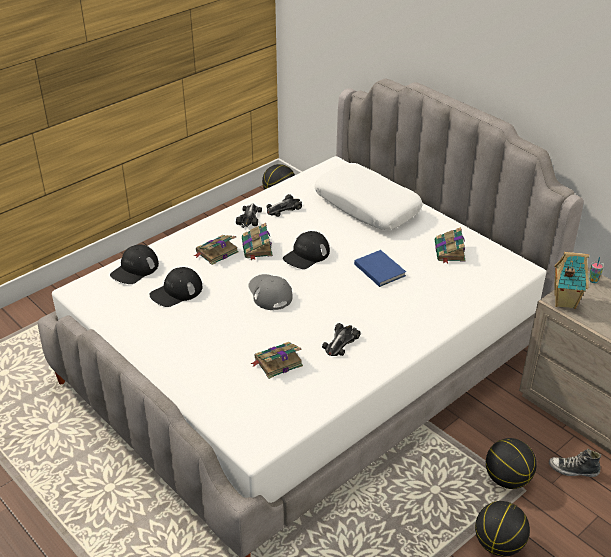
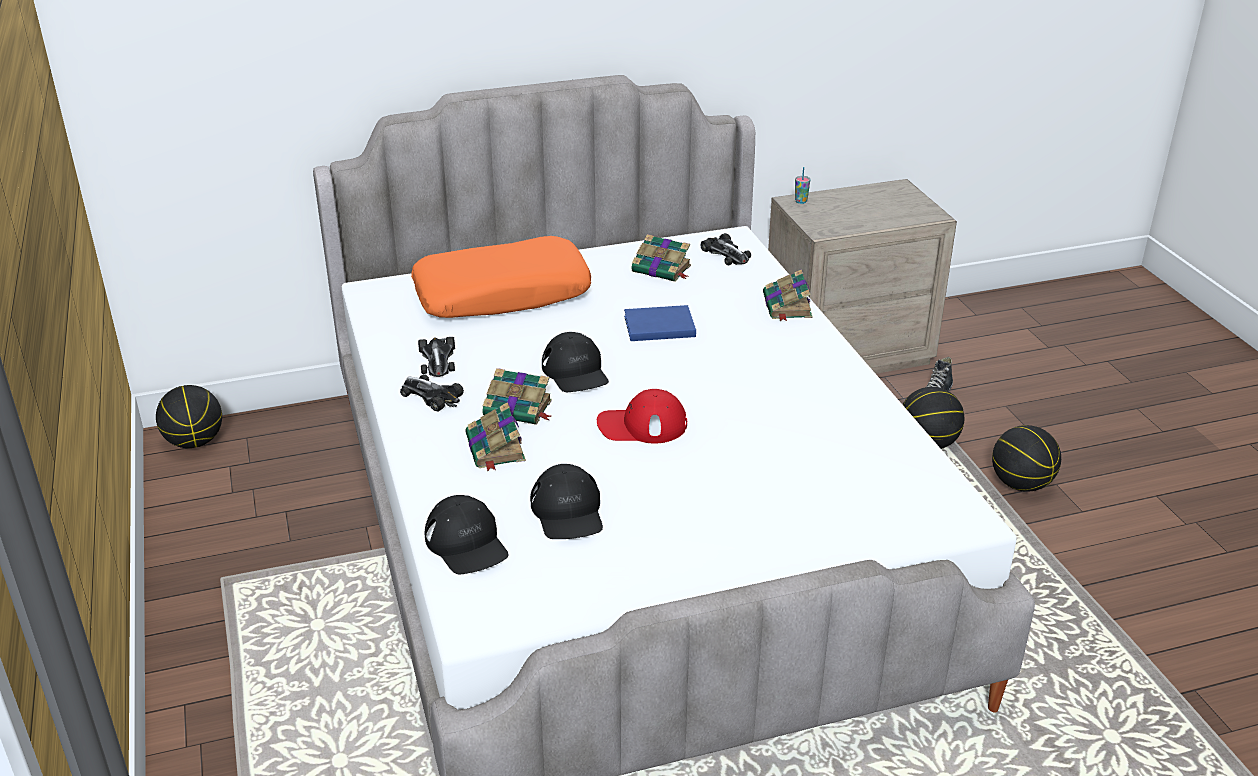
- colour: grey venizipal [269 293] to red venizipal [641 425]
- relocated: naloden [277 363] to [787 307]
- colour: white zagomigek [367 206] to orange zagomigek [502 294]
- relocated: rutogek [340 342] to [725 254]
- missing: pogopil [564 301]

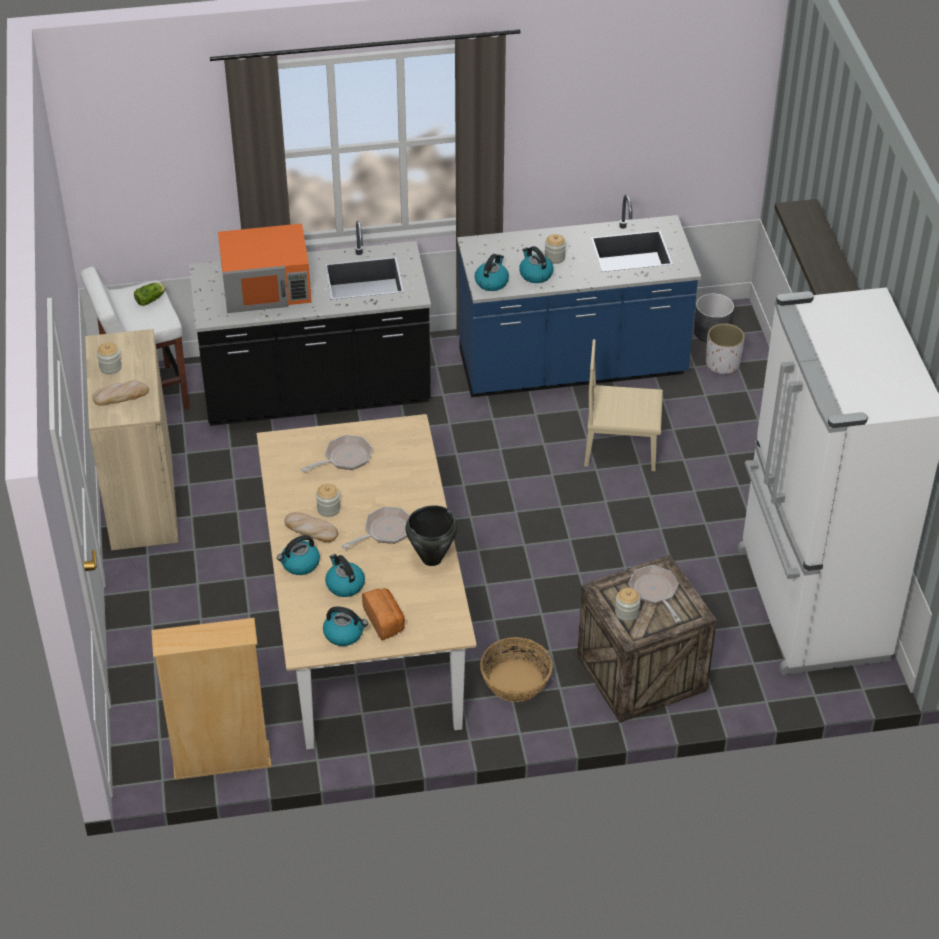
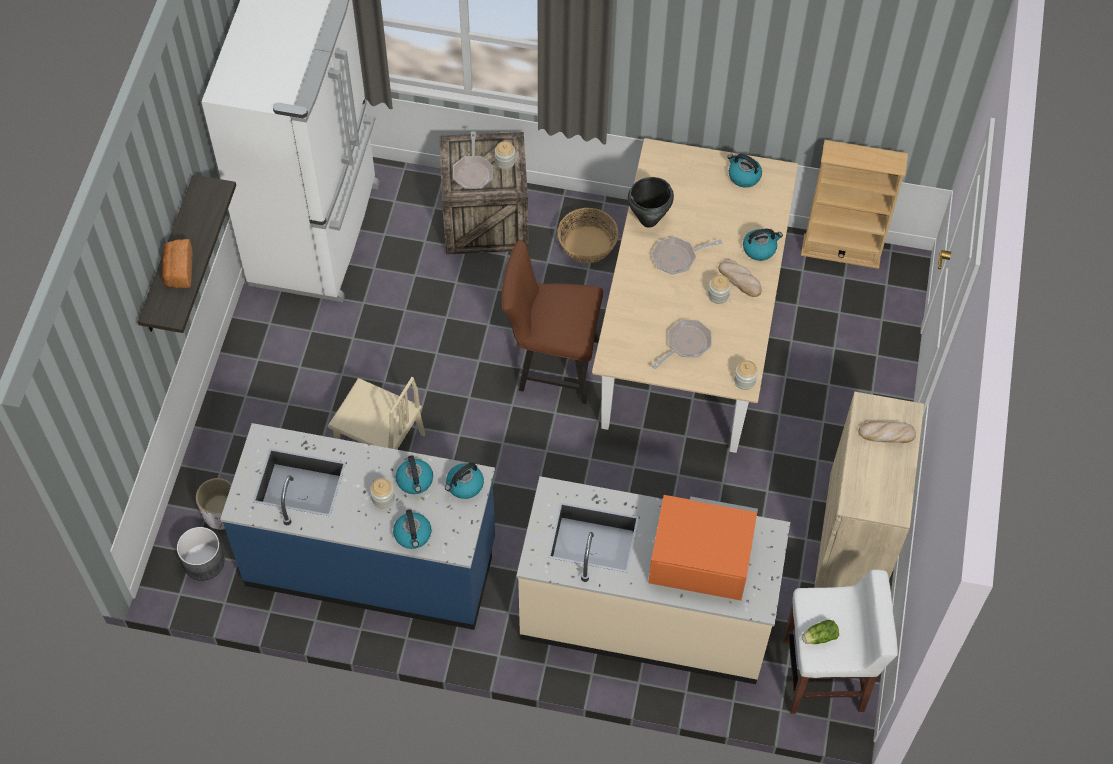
- relocated: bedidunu [110 367] to [744 381]
- colour: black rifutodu [316 394] to beige rifutodu [646 614]
- spun: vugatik [344 458] = [686 344] 150 degrees clockwise
- relocated: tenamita [344 585] to [413 535]
- relocated: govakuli [385 621] to [179 271]
- appeared: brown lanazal [551 365]

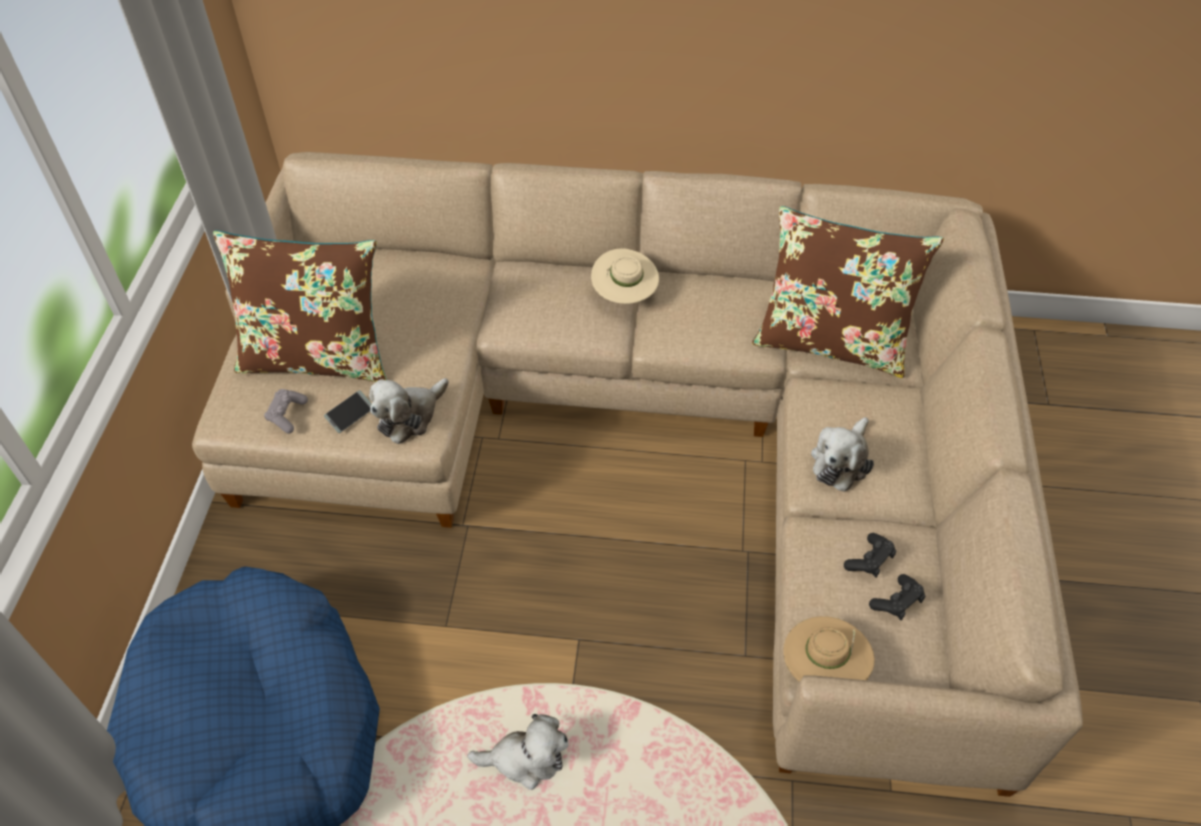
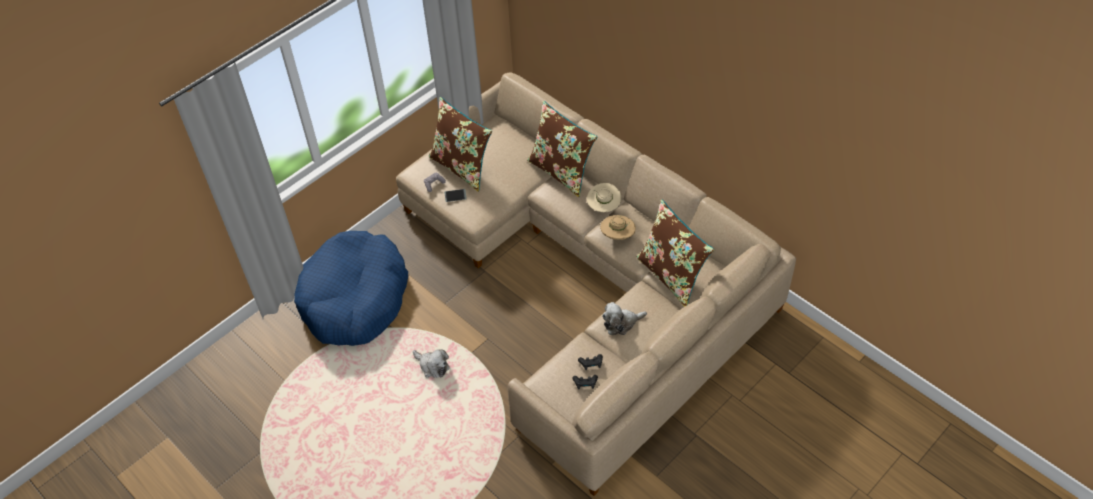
- missing: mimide [410 416]
- relocated: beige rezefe [823 669] to [617 236]
- appeared: brown zagomigek [561 172]

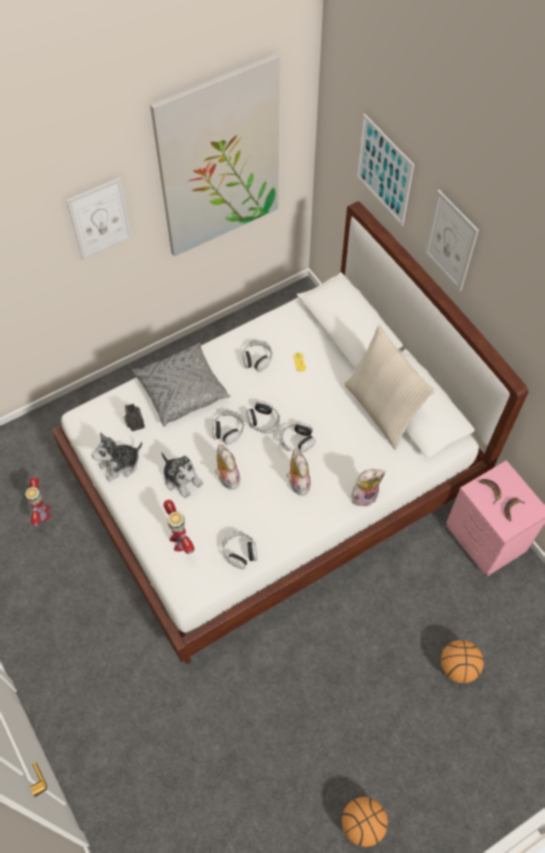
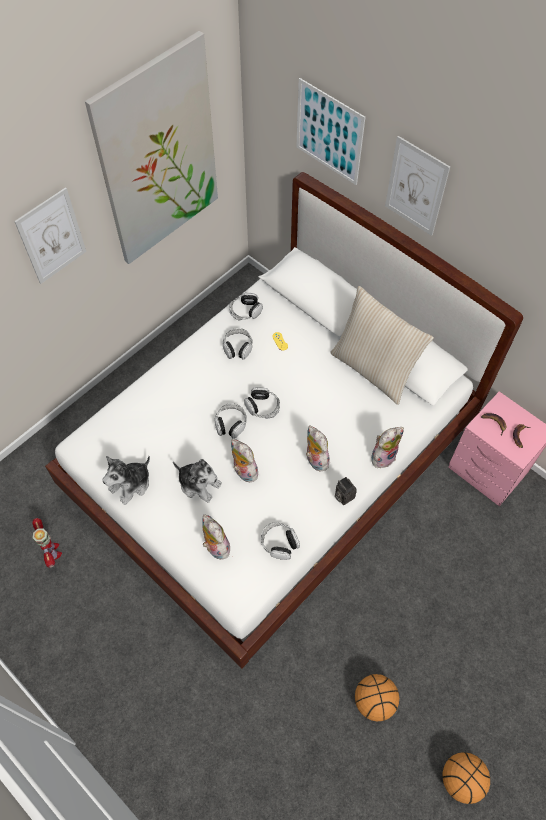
- relocated: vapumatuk [135 423] to [343 496]
- missing: grey zagomigek [182 391]
- exchanged: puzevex [179 541] to mimide [215 547]
- relocated: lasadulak [296 441] to [245 311]
- relocated: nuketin [457 667] to [374 701]

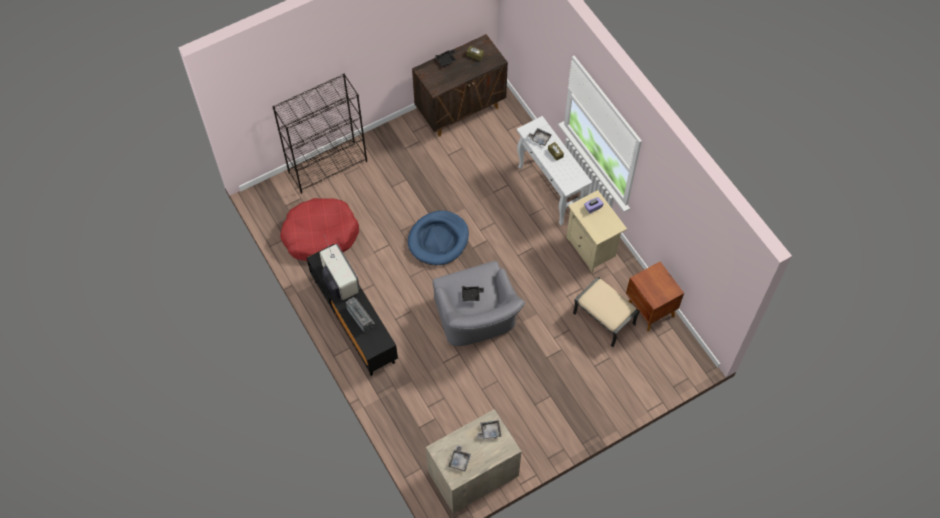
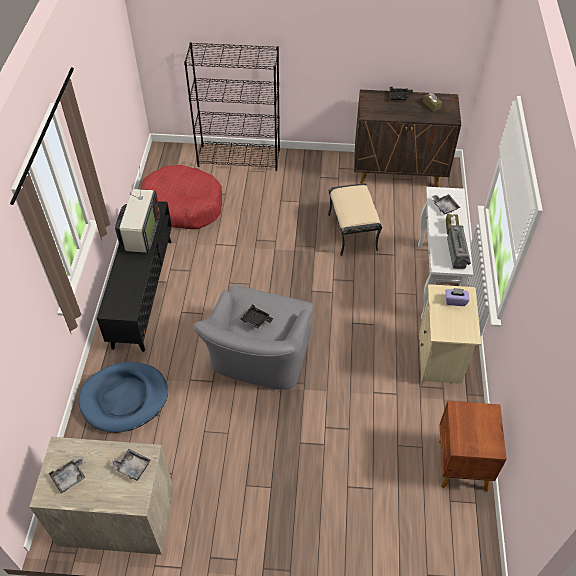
- relocated: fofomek [361 317] to [458 253]
- relocated: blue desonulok [438 239] to [124 399]
- relocated: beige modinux [604 319] to [353 232]

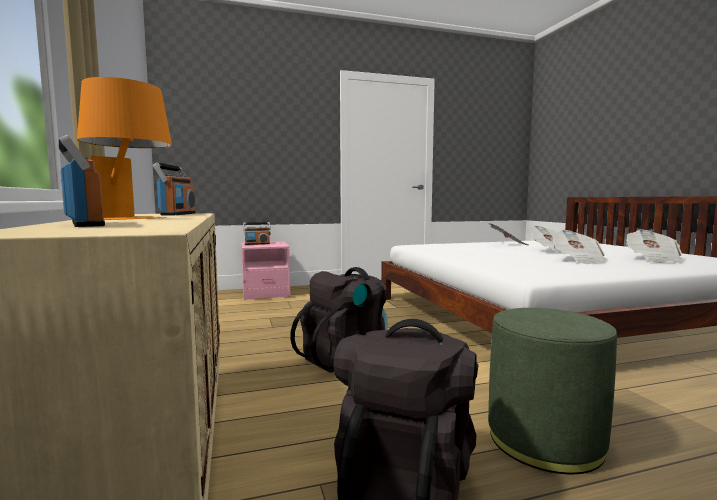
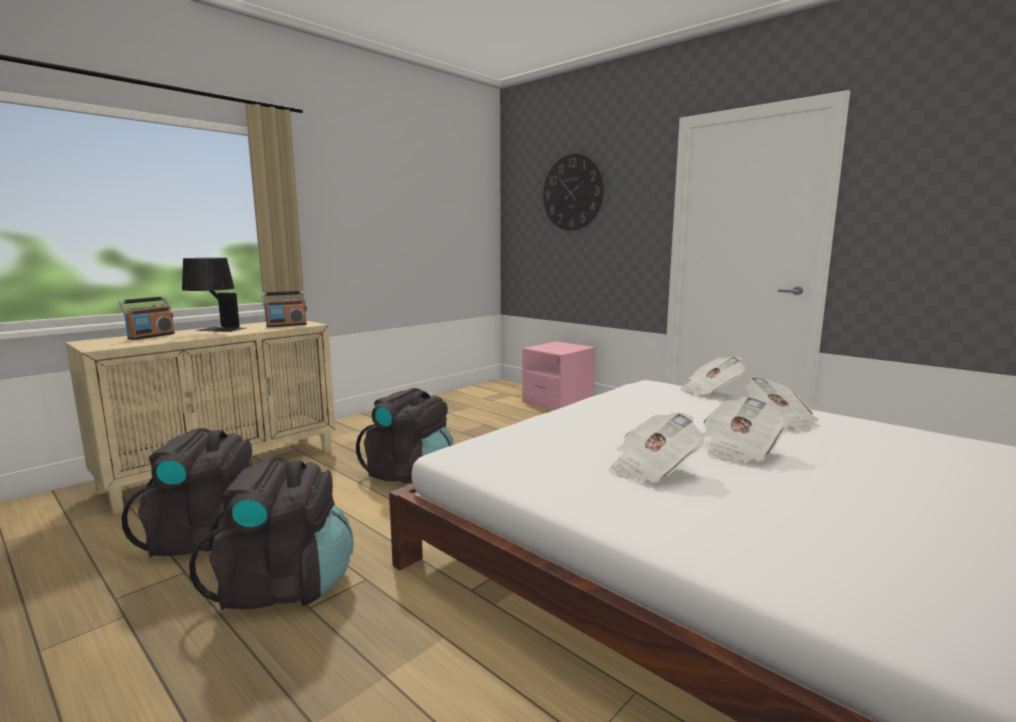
- colour: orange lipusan [130 218] to black lipusan [215 330]
- missing: fofomek [257 244]
- exchanged: green modinux [544 440] to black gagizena [284 586]
- relocated: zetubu [652 259] to [710 391]
- appeared: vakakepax [572 192]

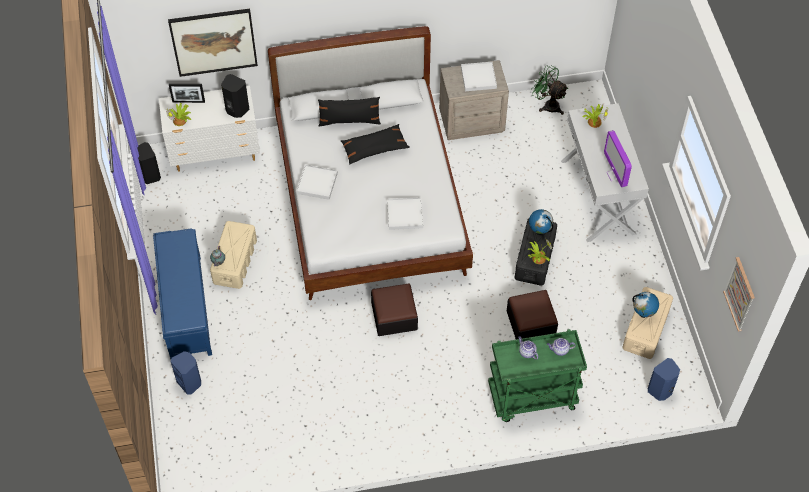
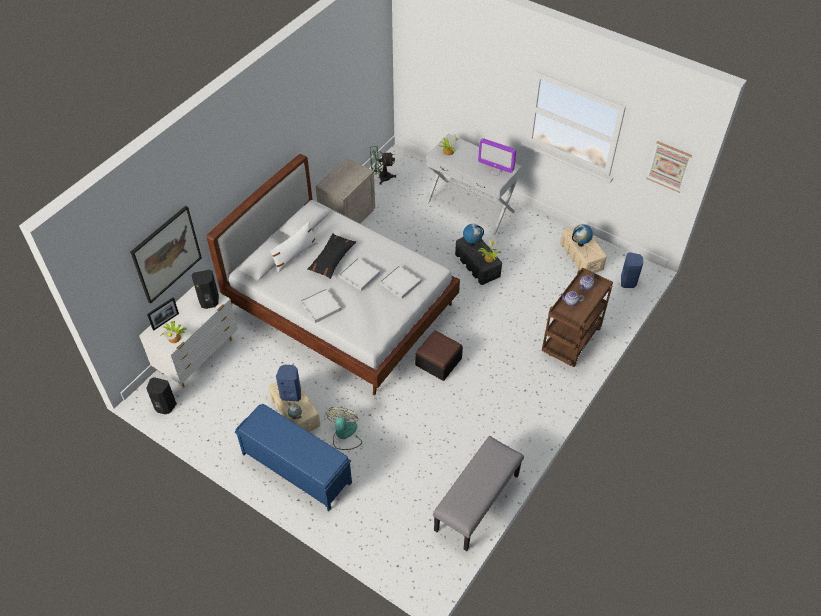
- relocated: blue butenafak [190 383] to [291 394]
- colour: black zagomigek [349 121] to white zagomigek [295 255]
- relocated: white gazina [478 78] to [359 275]
- colour: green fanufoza [531 398] to brown fanufoza [571 342]
- missing: modinux [531 323]
- appeared: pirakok [345 435]
- appeared: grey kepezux [477 503]

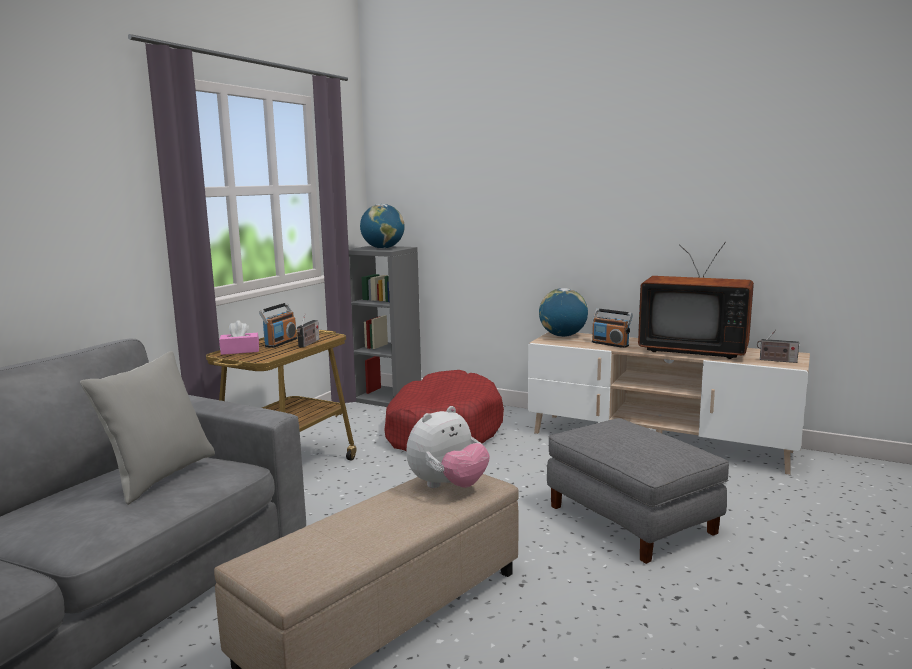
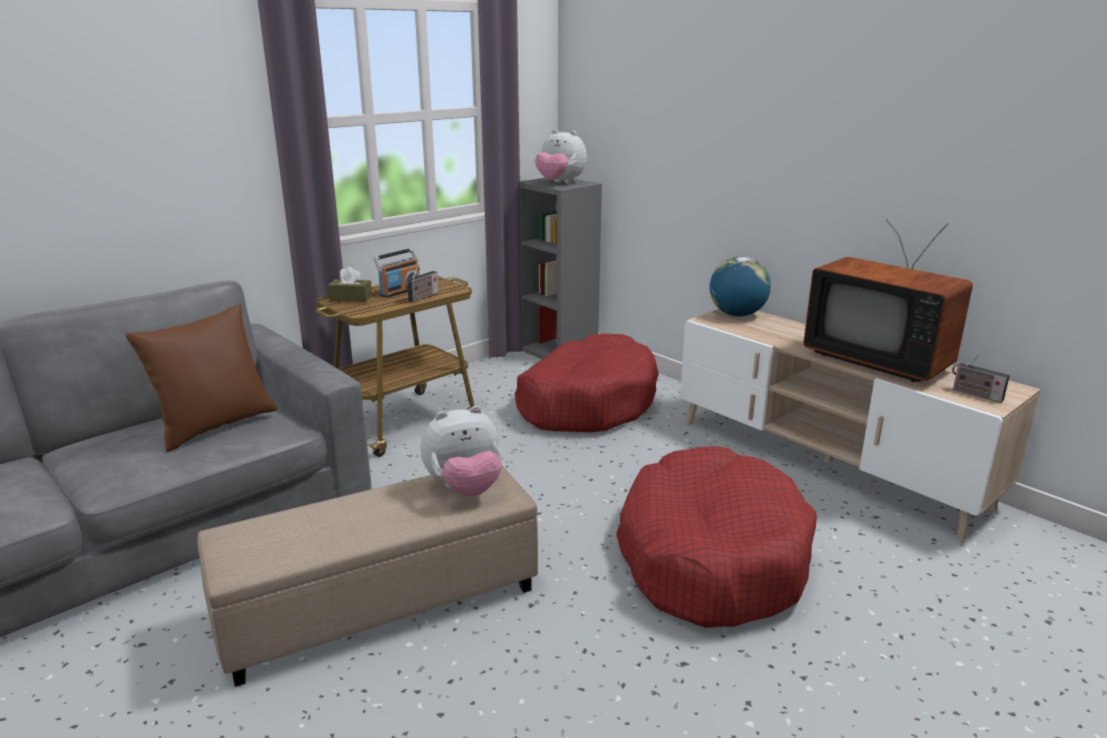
- colour: grey zagomigek [159 476] to brown zagomigek [215 425]
- colour: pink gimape [240 351] to brown gimape [351 298]
- exchanged: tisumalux [383 248] to mimide [560 183]
- exchanged: grey modinux [632 519] to red desonulok [711 556]
- missing: fofomek [610 344]

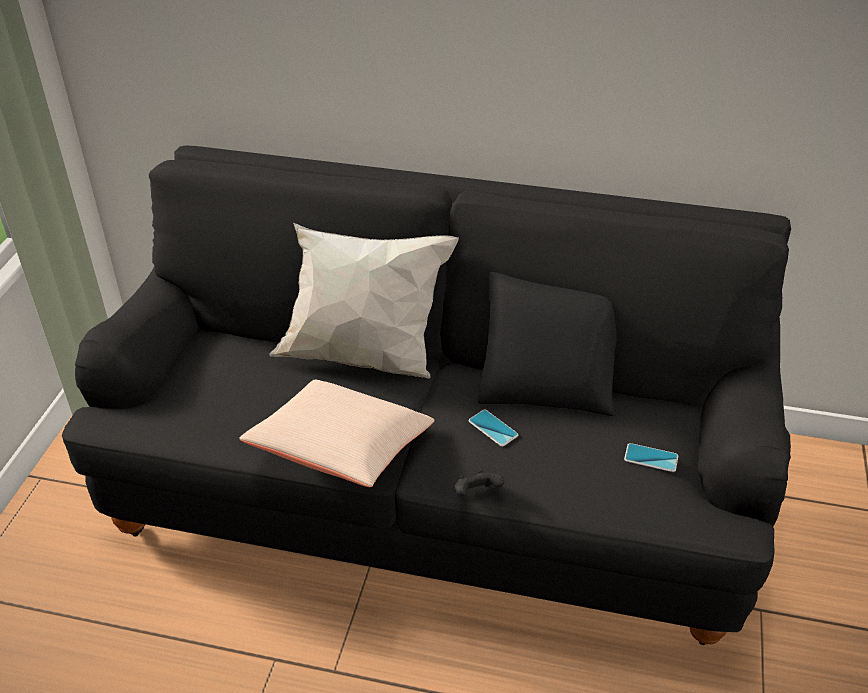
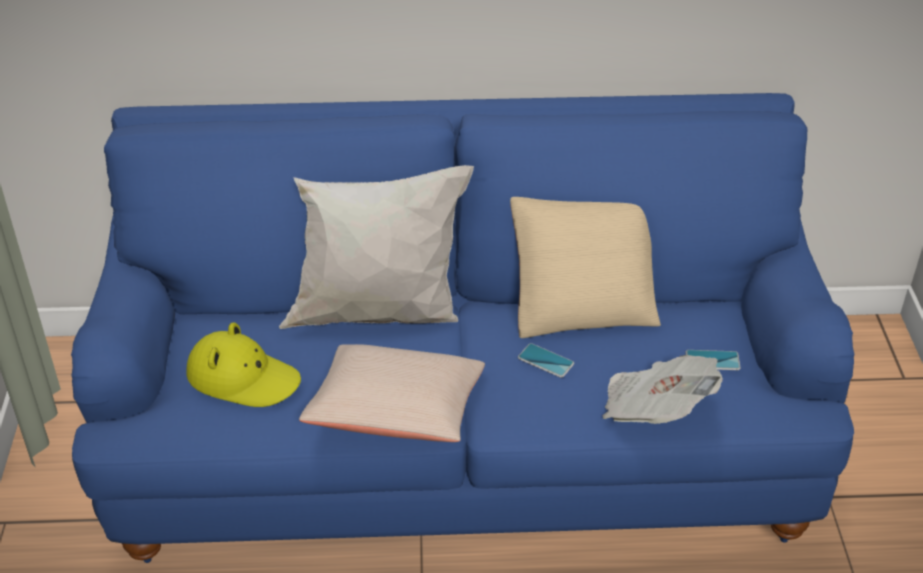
- colour: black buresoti [434 488] to blue buresoti [461 444]
- missing: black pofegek [476 493]
- colour: black zagomigek [547 383] to beige zagomigek [582 305]
- appeared: yellow rezefe [243 378]
- appeared: zetubu [655 410]

